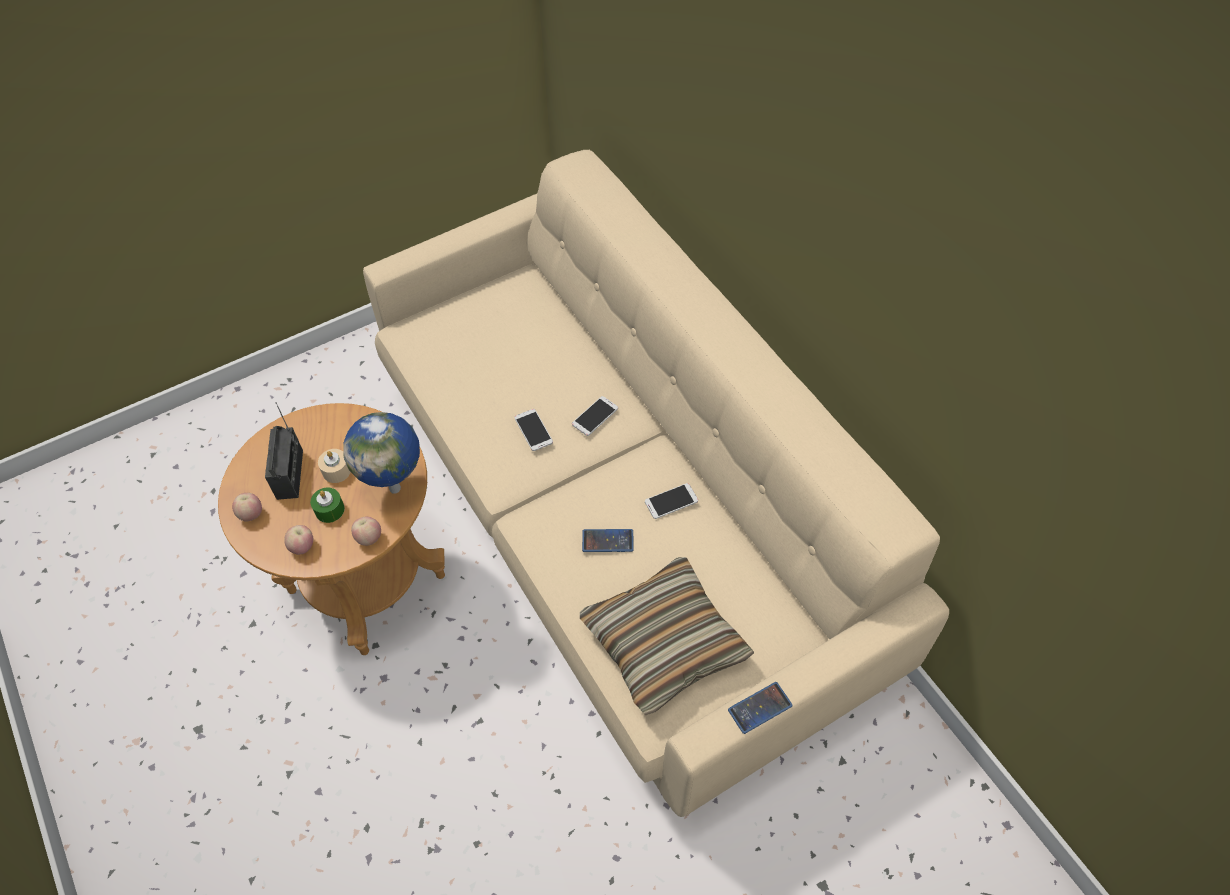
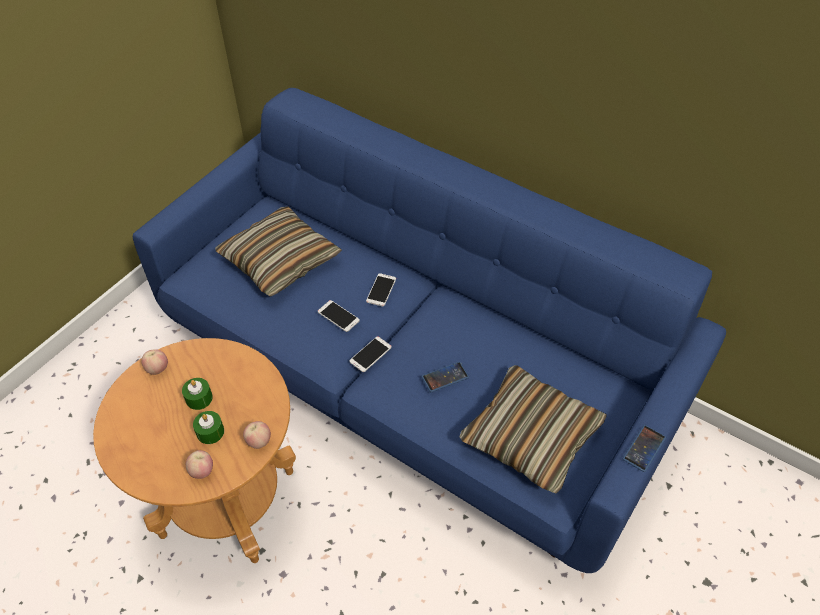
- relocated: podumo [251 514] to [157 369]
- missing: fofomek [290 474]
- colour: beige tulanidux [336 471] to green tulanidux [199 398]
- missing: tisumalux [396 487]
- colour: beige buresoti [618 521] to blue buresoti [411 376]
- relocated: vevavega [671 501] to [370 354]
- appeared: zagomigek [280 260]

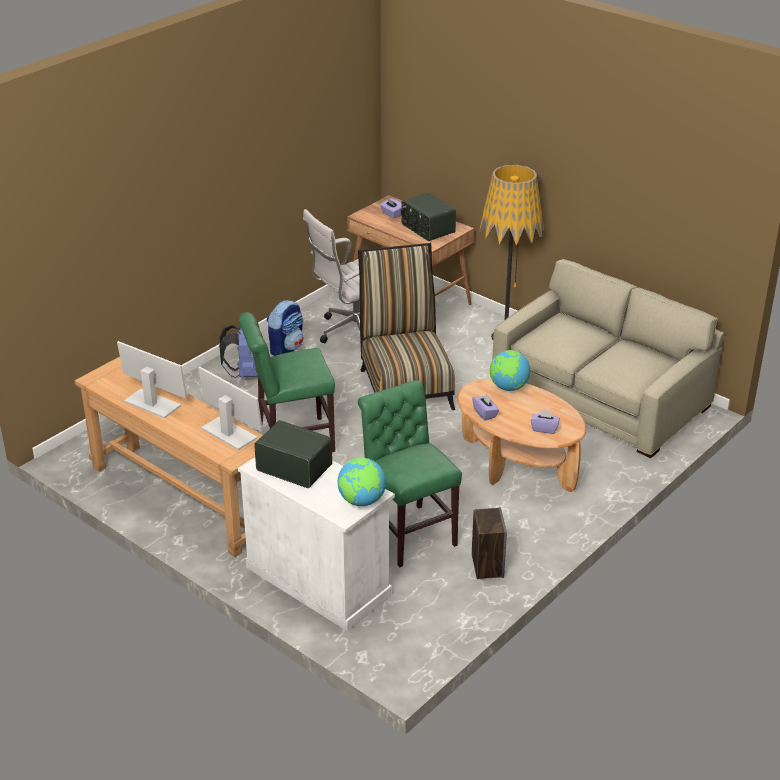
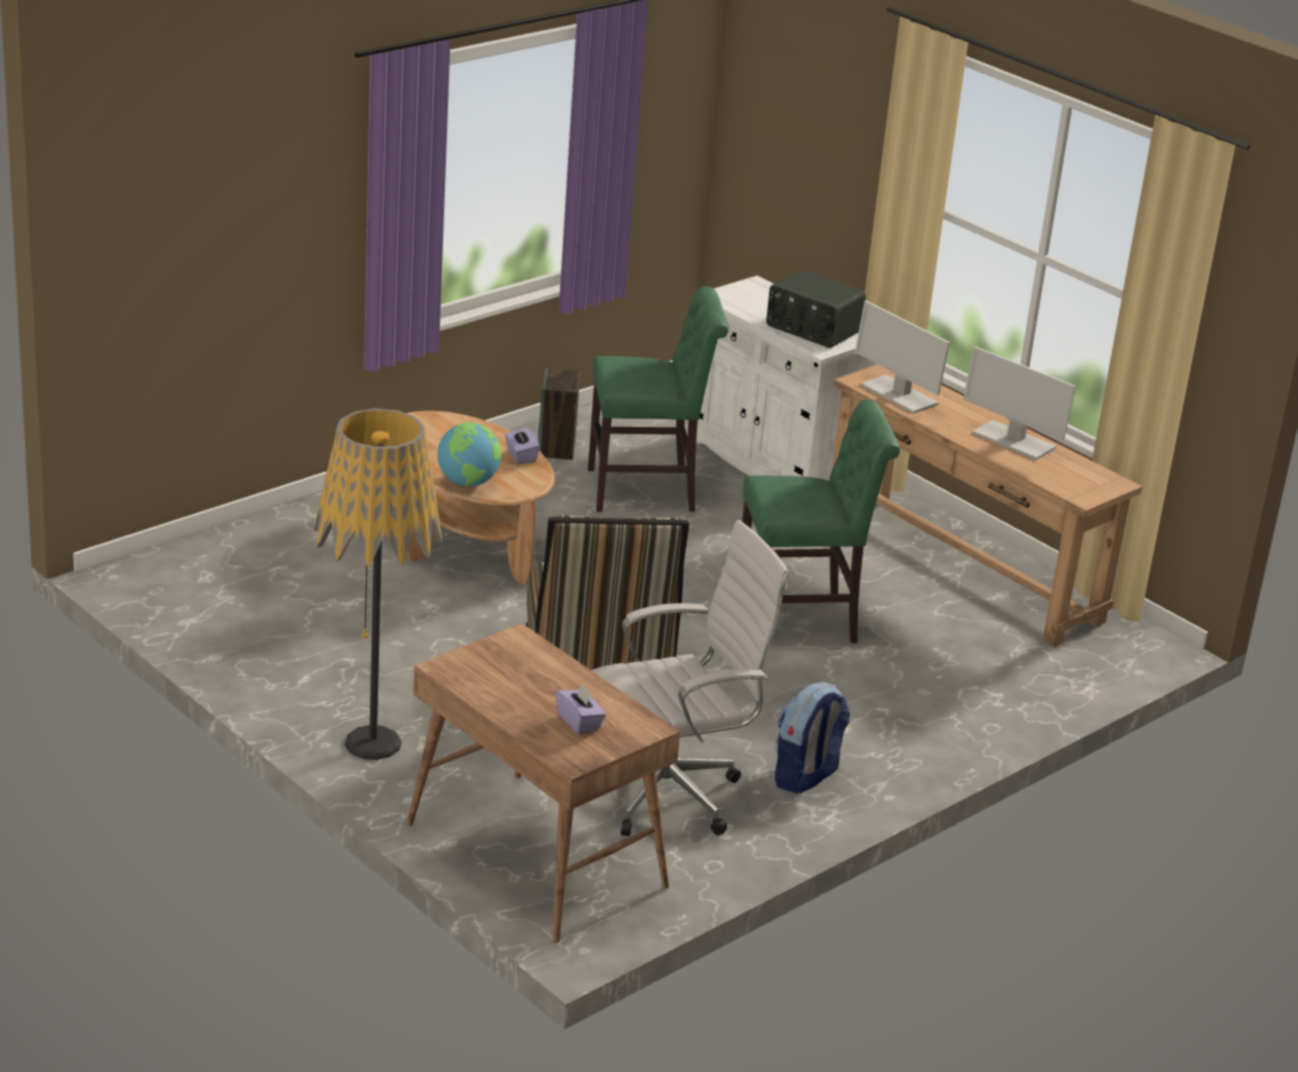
- missing: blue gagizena [243 373]
- missing: tisumalux [361 501]
- spun: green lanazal [408 532] = [648 491] 75 degrees counterclockwise
- missing: fofomek [427 228]
- missing: beige buresoti [602 395]
- missing: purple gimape [544 429]

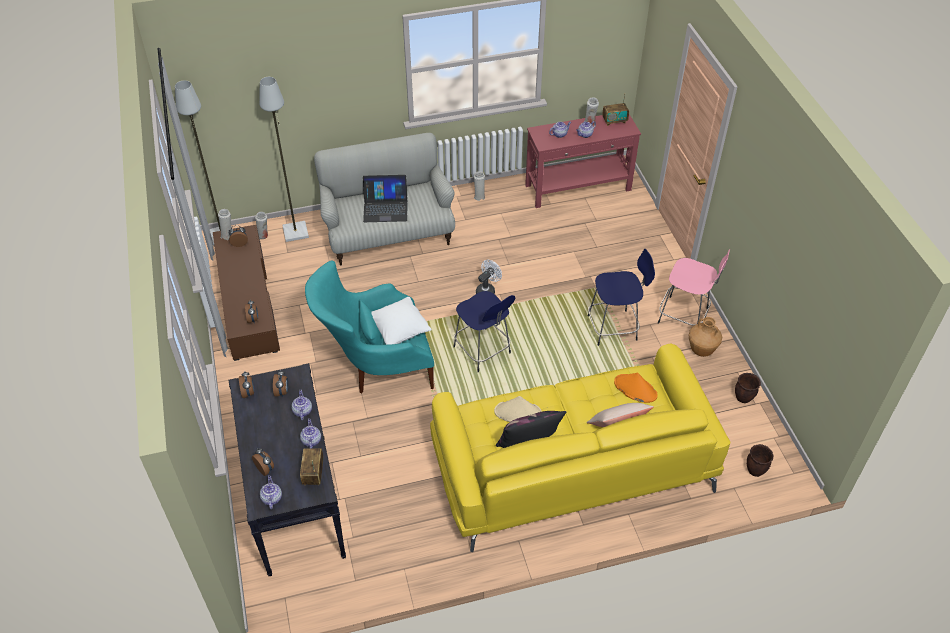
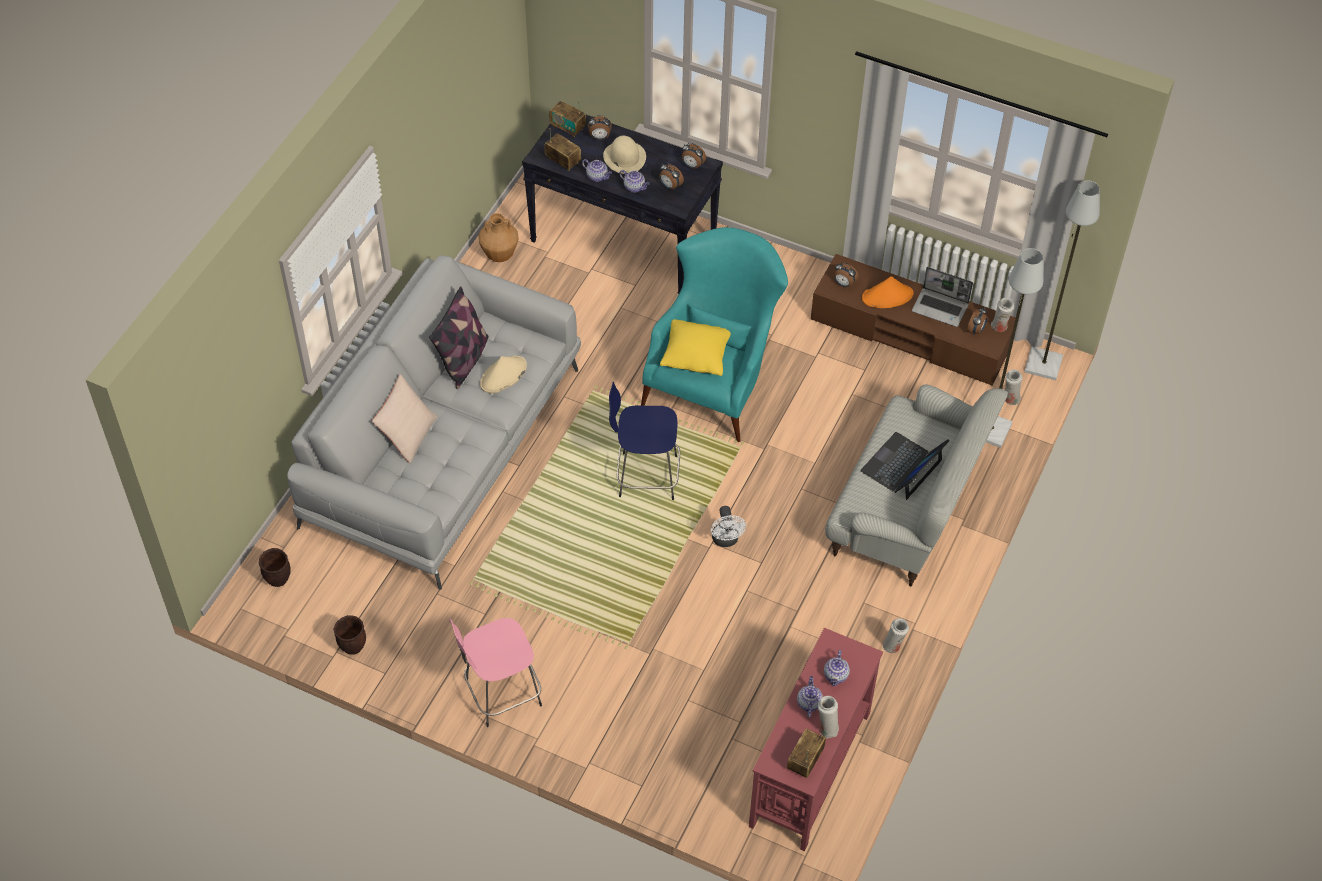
- exchanged: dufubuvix [271 498] to fofomek [568 127]
- colour: white zagomigek [399 331] to yellow zagomigek [696 358]
- colour: yellow buresoti [571 465] to grey buresoti [444 445]
- missing: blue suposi [614 327]
- relocated: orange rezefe [635 389] to [887 296]
- relocated: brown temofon [701 350] to [499 255]
- appeared: beige rezefe [624 157]
- appeared: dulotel [941 308]

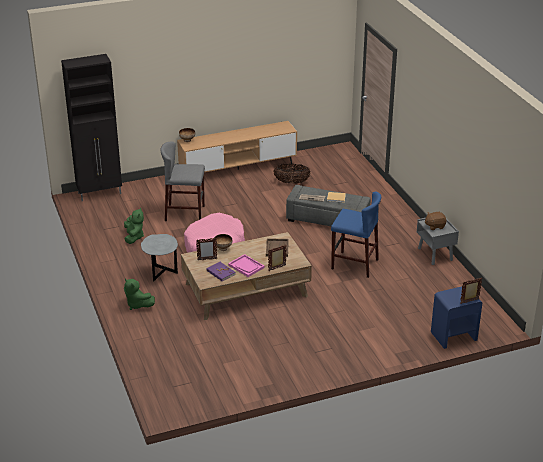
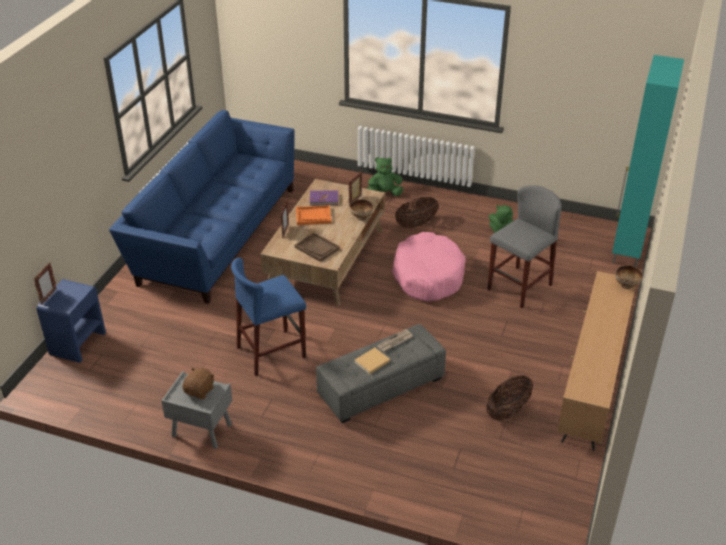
- colour: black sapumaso [100 193] to turquoise sapumaso [627 250]
- exchanged: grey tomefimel [161 274] to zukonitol [416 224]
- colour: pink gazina [246 266] to orange gazina [313 216]
- appeared: blue buresoti [215 233]

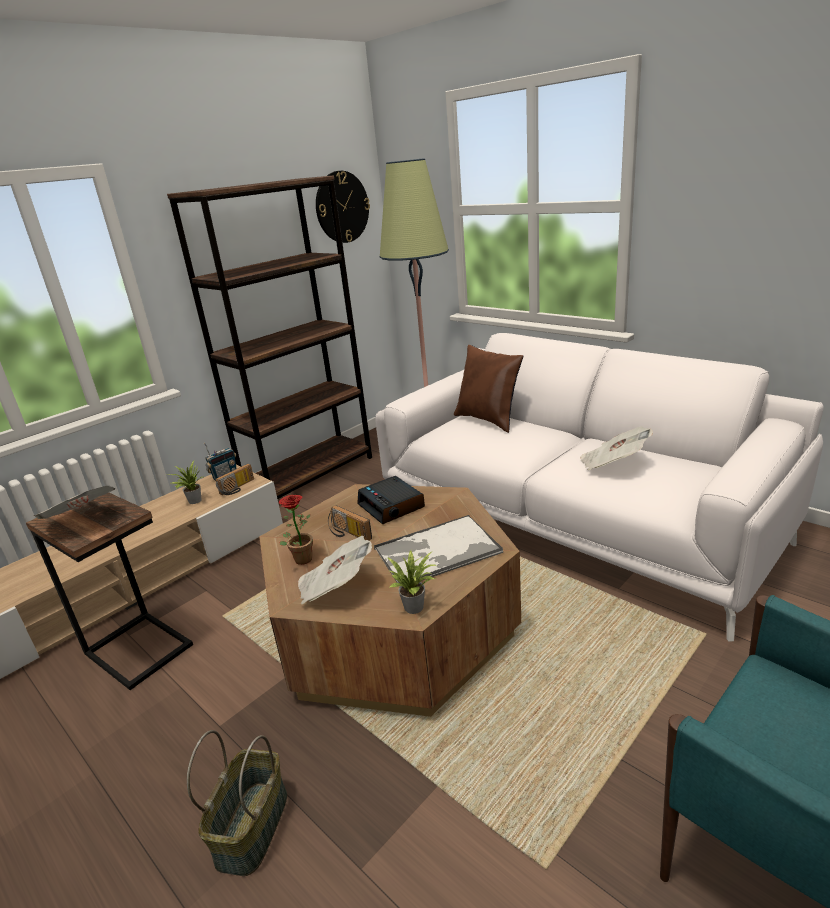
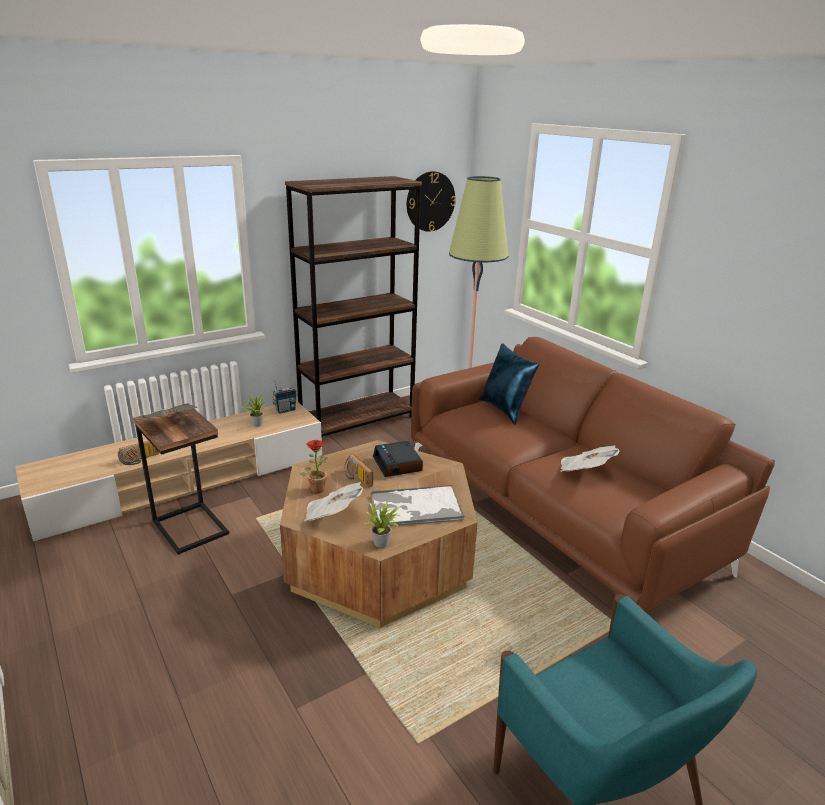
- missing: zukonitol [251 826]
- relocated: fofomek [238 488] to [140 460]
- colour: white buresoti [572 518] to brown buresoti [557 508]
- colour: brown zagomigek [489 420] to blue zagomigek [505 410]

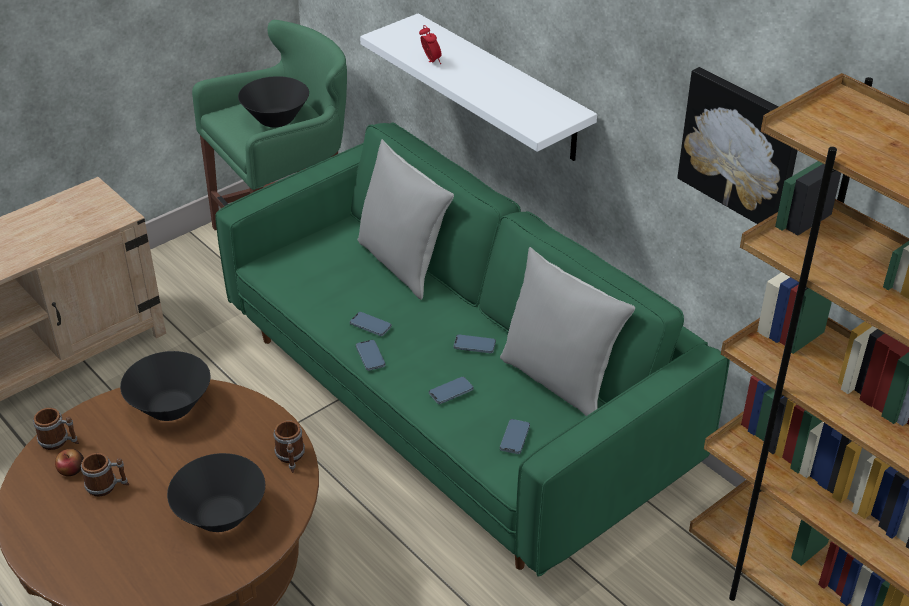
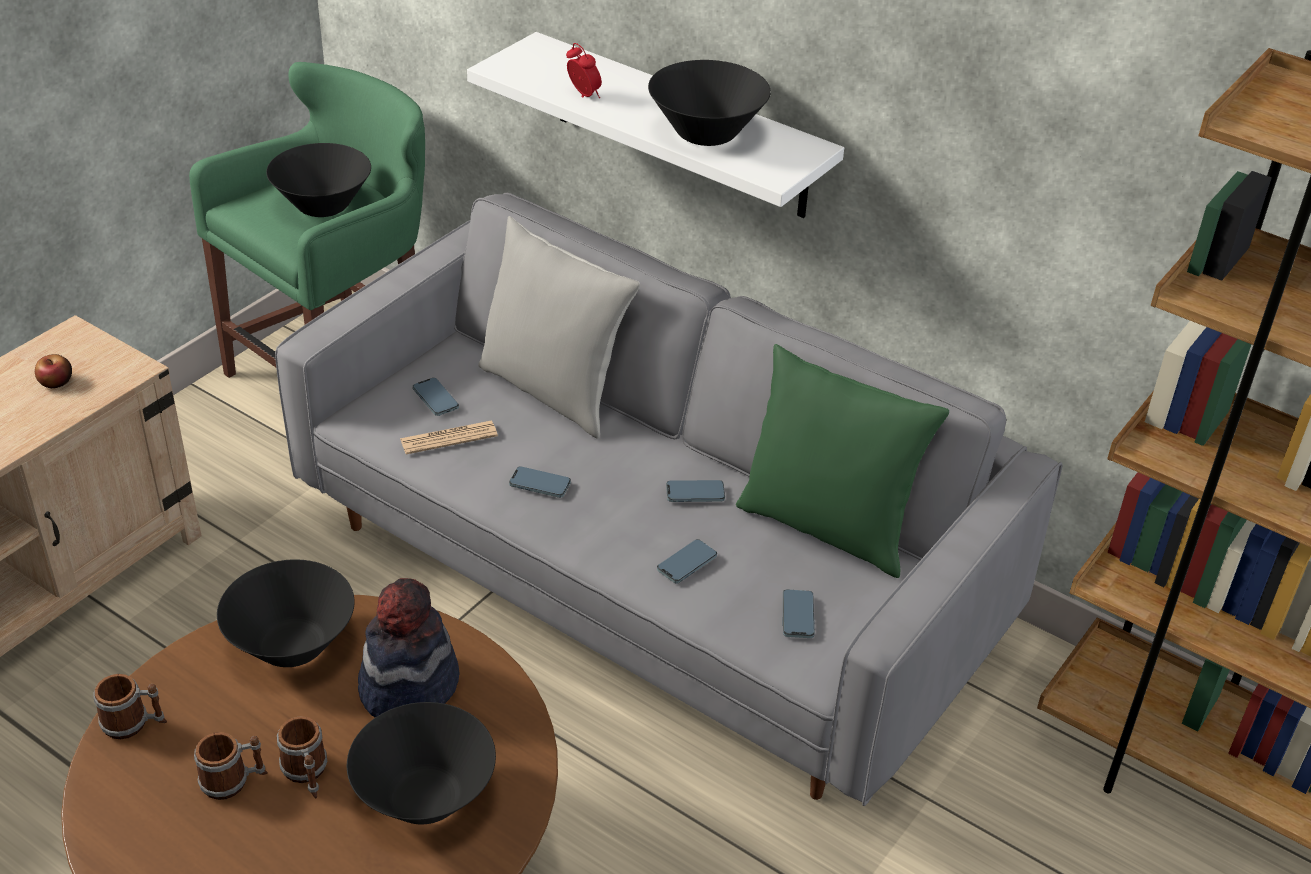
- relocated: podumo [71 470] to [56 382]
- colour: green buresoti [454 400] to grey buresoti [649 575]
- relocated: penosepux [290 458] to [307 774]
- relocated: vevavega [370 357] to [435 399]
- colour: grey zagomigek [559 380] to green zagomigek [827 527]
- missing: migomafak [741 147]
- appeared: rezefe [408 685]
- appeared: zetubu [449 438]
- appeared: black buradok [706 133]

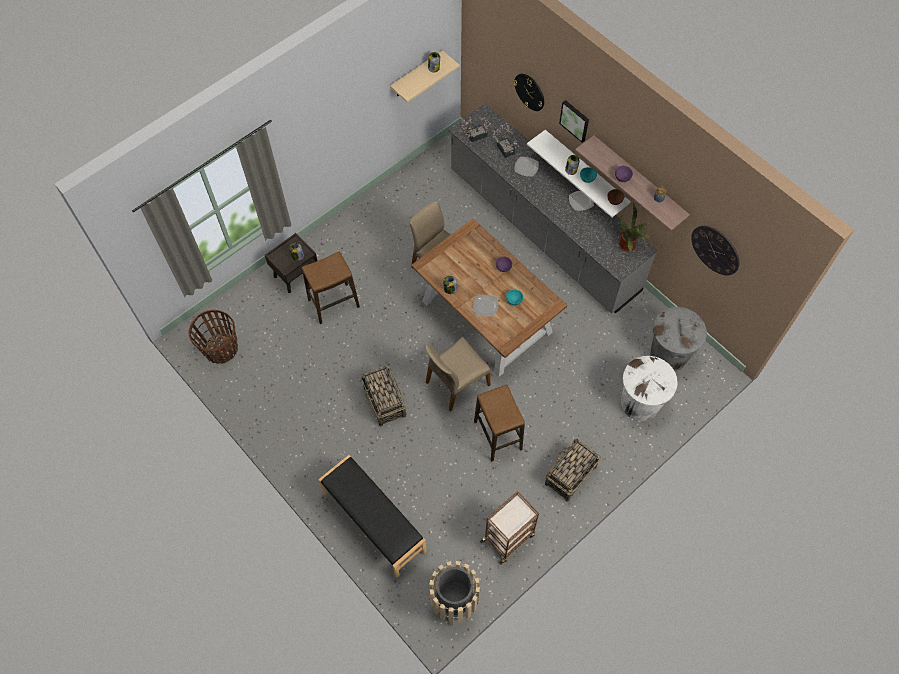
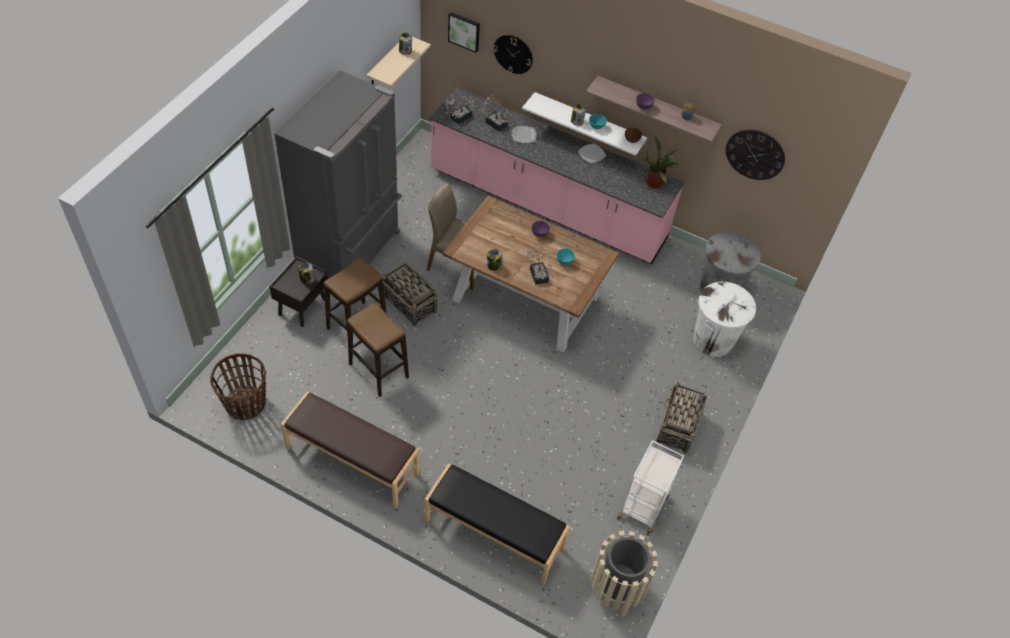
- relocated: zukonitol [385 402] to [410 304]
- missing: beige lanazal [456 383]
- colour: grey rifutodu [542 231] to pink rifutodu [546 206]
- exchanged: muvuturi [486 306] to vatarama [538 273]
- relocated: suposi [497 435] to [378 371]
- colour: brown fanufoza [508 537] to white fanufoza [643 506]
- relocated: migomafak [575 120] to [464 31]
- appeared: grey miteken [351 251]
- appeared: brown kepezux [352 461]

